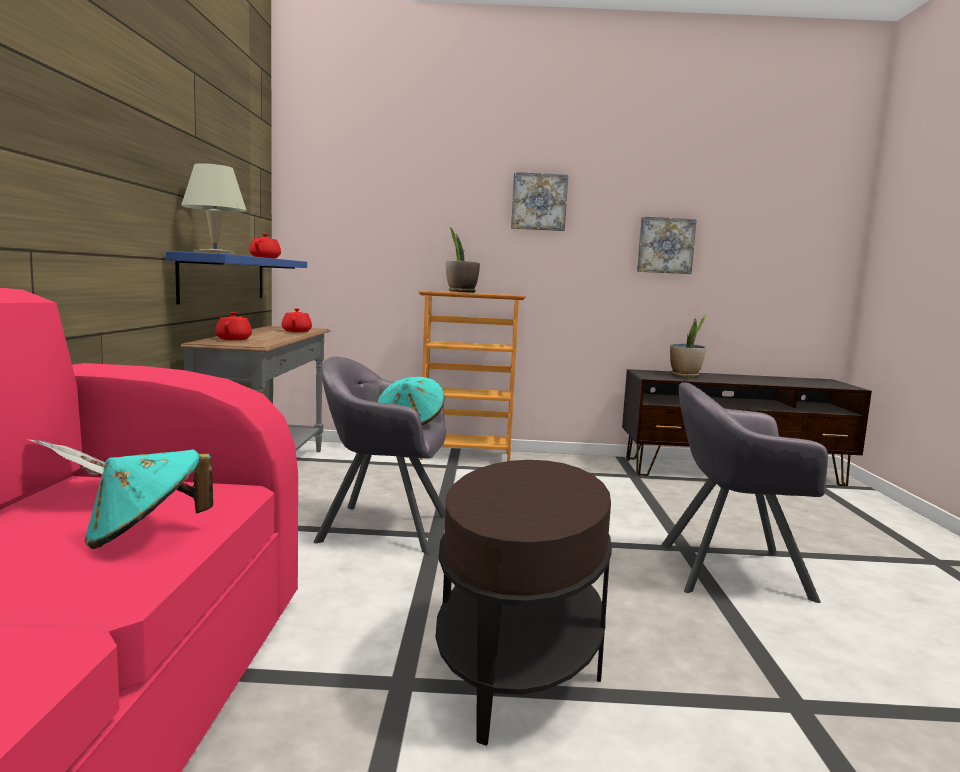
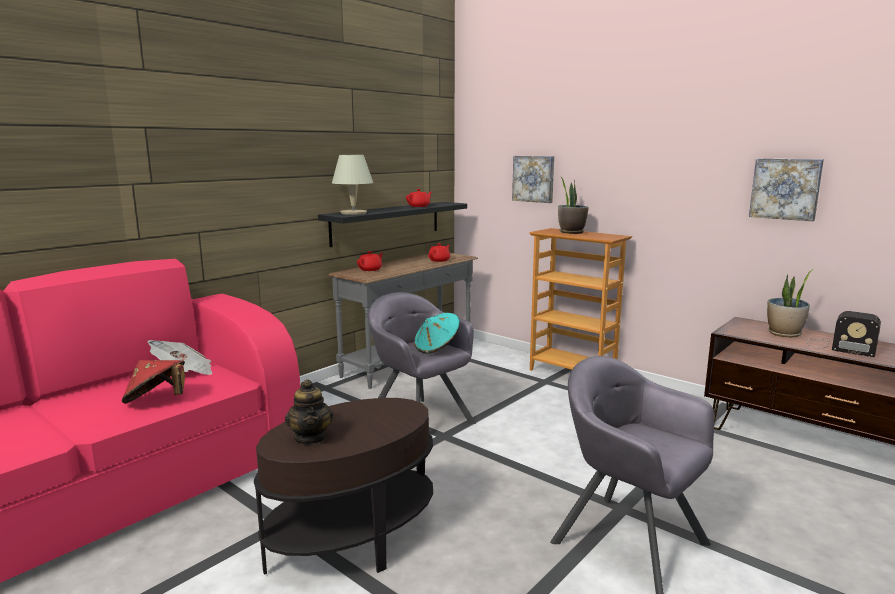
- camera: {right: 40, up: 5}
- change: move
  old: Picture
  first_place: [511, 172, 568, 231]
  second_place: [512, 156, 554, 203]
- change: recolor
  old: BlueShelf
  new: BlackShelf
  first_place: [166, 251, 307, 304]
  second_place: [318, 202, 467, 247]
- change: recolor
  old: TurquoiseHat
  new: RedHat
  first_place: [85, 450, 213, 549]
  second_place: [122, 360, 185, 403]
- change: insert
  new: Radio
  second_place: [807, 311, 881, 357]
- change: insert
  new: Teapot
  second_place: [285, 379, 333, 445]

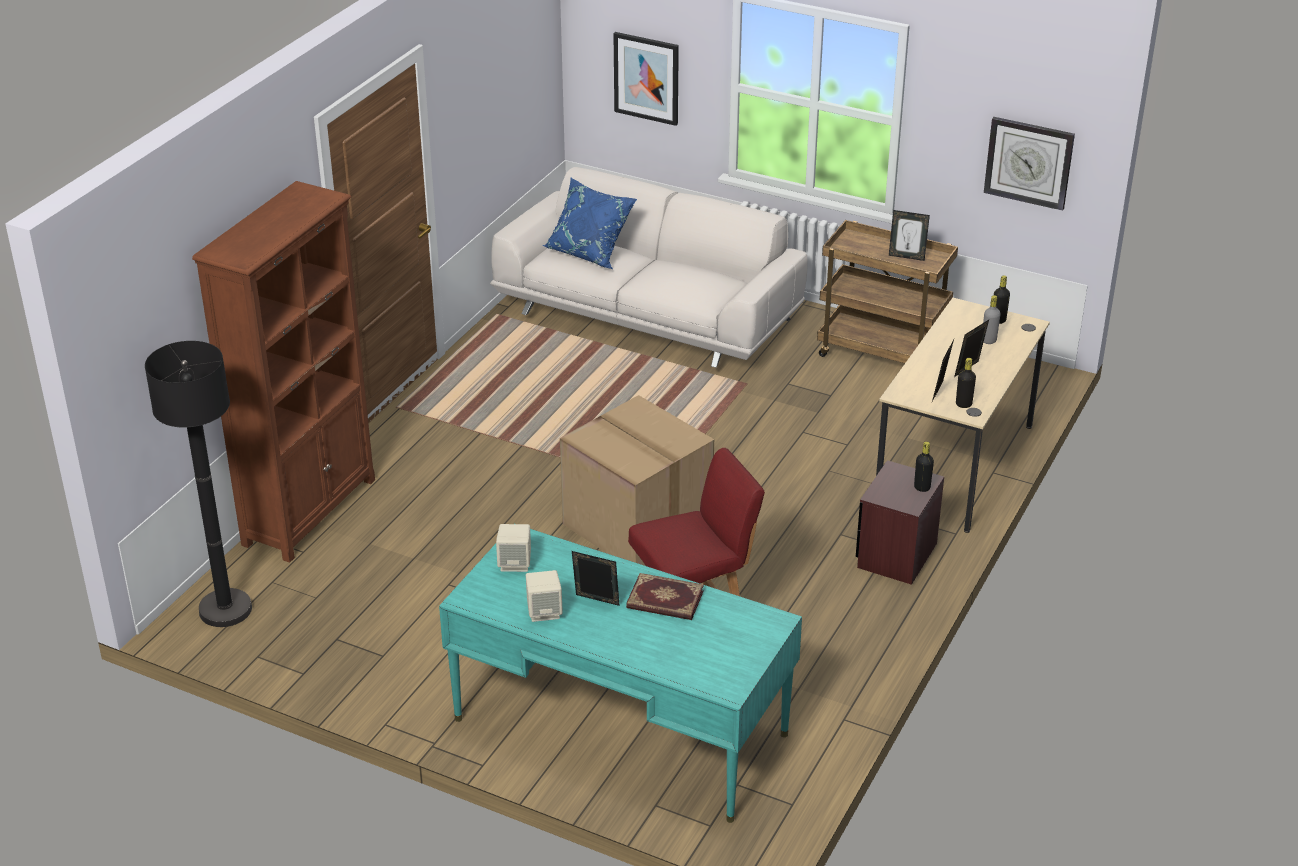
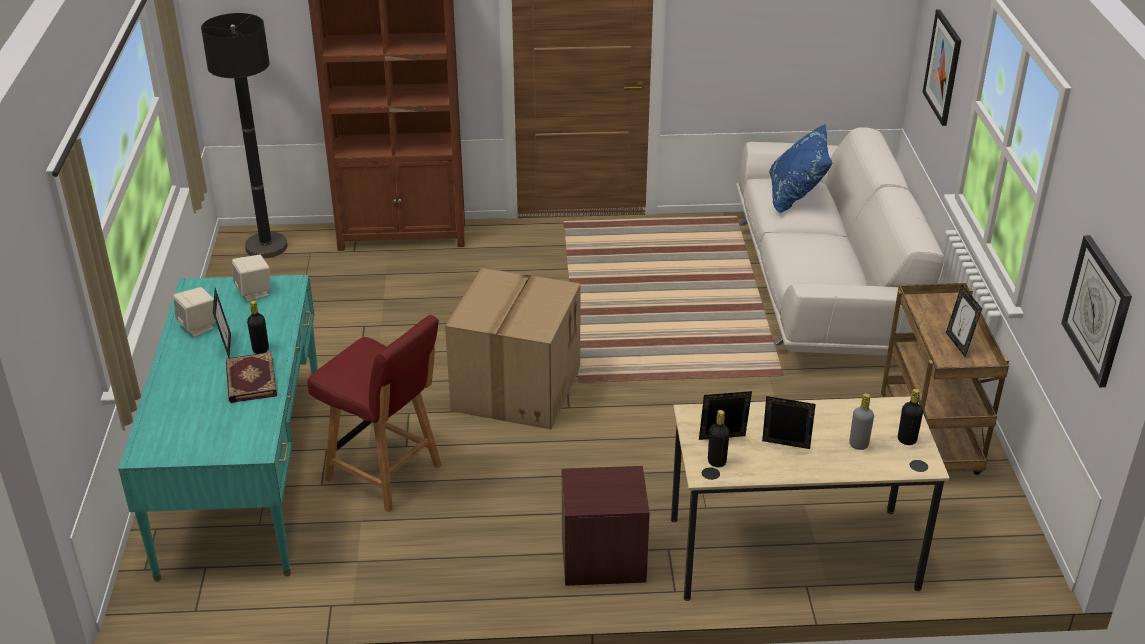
- camera: {right: 60, up: 0}
- change: move
  old: BlackBottle
  first_place: [914, 442, 934, 492]
  second_place: [247, 300, 269, 354]

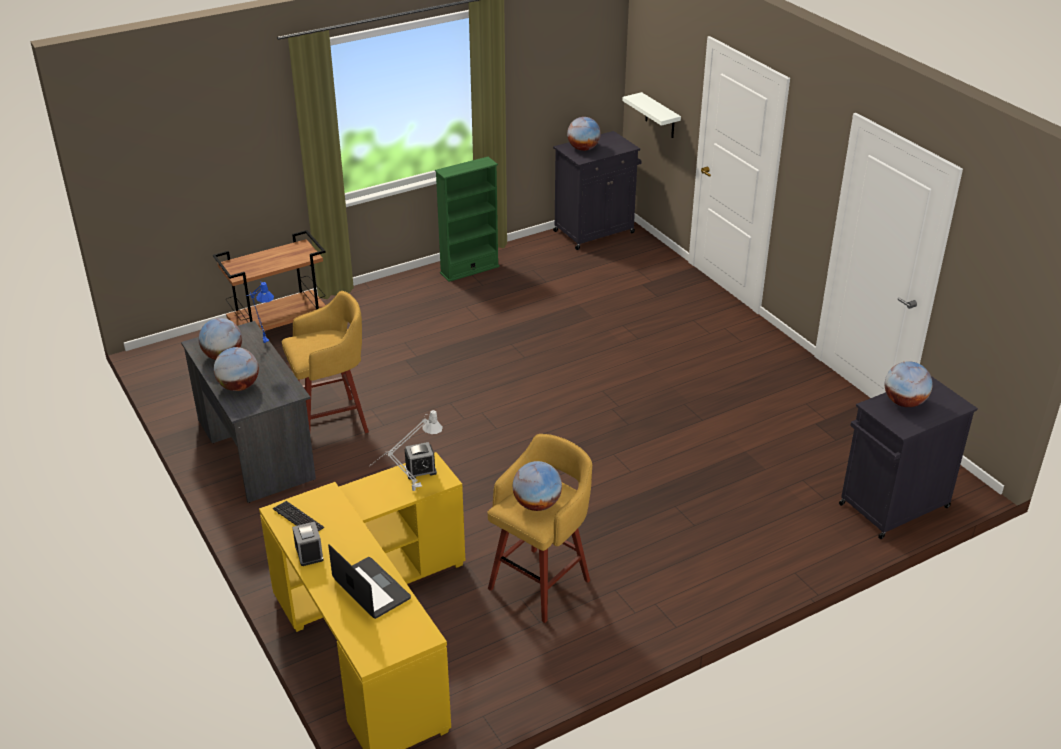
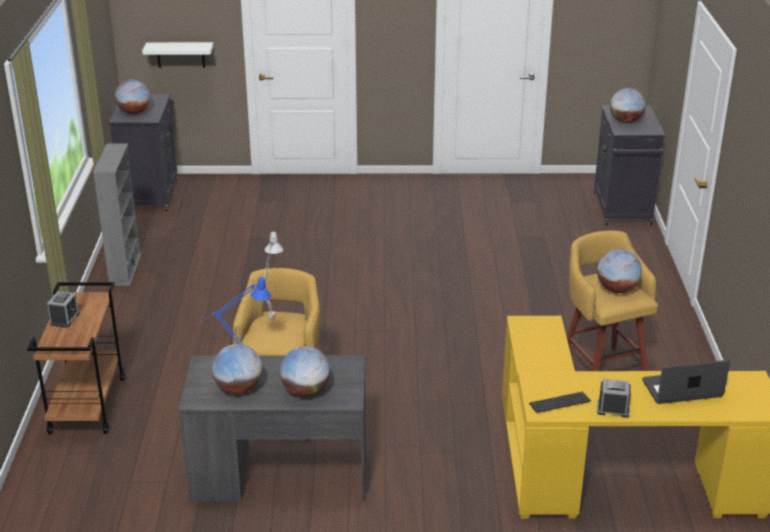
- camera: {right: -60, up: -5}
- change: recolor
  old: GreenBookcase
  new: GreyBookcase
  first_place: [435, 157, 500, 282]
  second_place: [93, 144, 142, 286]
- change: move
  old: GreyTableLamp
  first_place: [369, 410, 443, 491]
  second_place: [256, 231, 283, 321]
- change: move
  old: AlarmClock
  first_place: [405, 442, 437, 480]
  second_place: [47, 291, 80, 328]

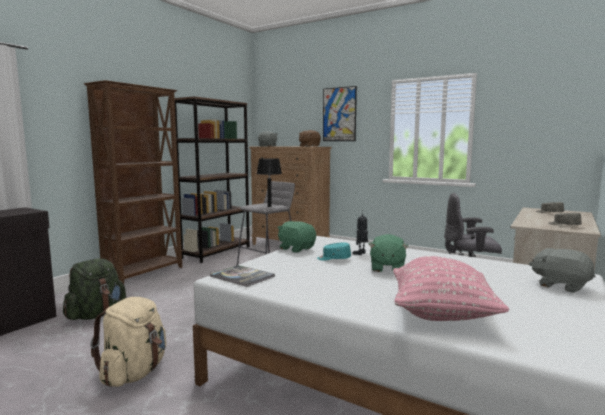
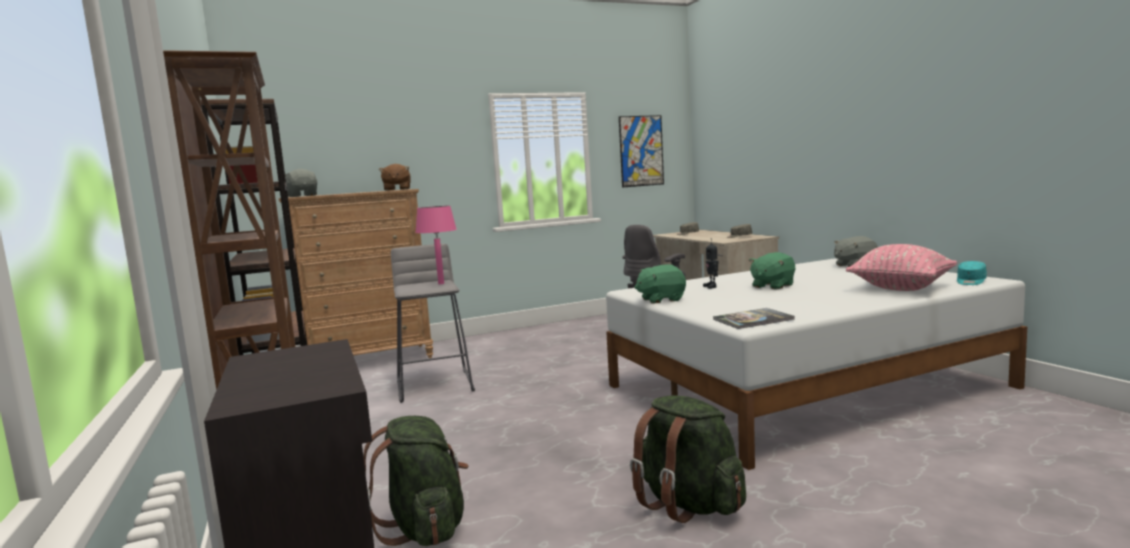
- camera: {right: -55, up: 0}
- change: move
  old: Picture
  first_place: [323, 86, 357, 141]
  second_place: [619, 115, 664, 187]
- change: recolor
  old: BlackTableLamp
  new: PinkTableLamp
  first_place: [257, 158, 282, 207]
  second_place: [415, 206, 457, 284]
- change: rotate
  old: GreenPlushToy
  first_place: [368, 234, 409, 272]
  second_place: [749, 252, 795, 290]
  degrees: 90
- change: move
  old: TurquoiseCap
  first_place: [317, 242, 351, 261]
  second_place: [957, 261, 987, 285]
- change: recolor
  old: BeigeBackpack
  new: GreenBackpack
  first_place: [90, 297, 166, 387]
  second_place: [630, 395, 746, 523]

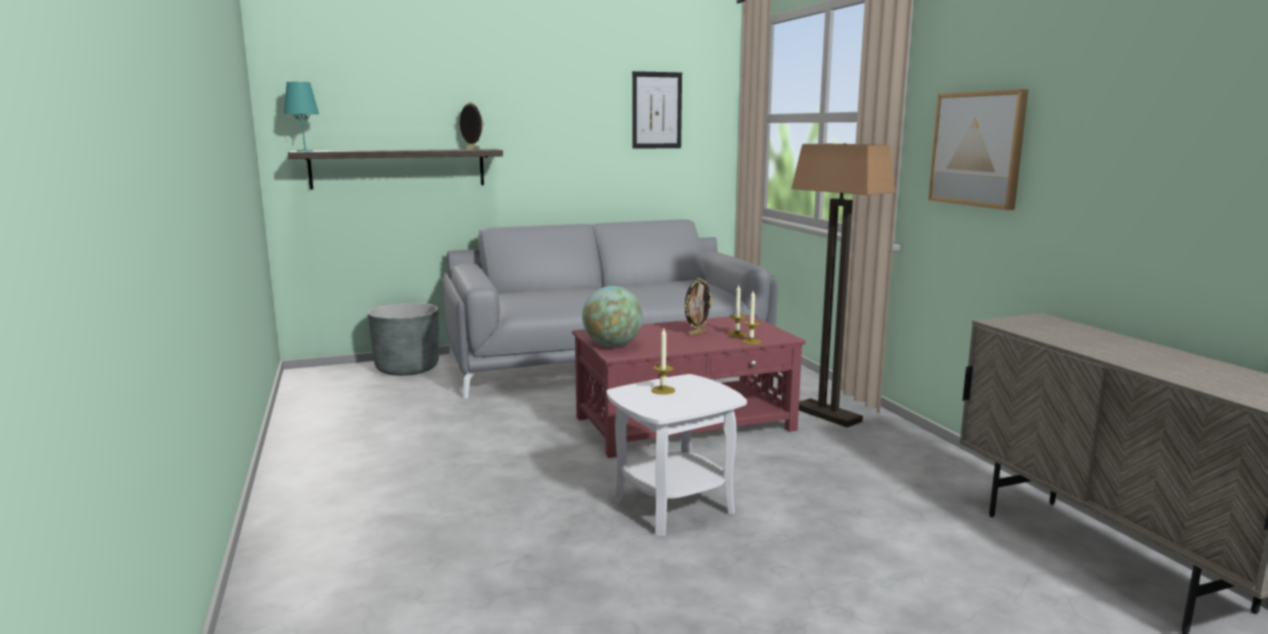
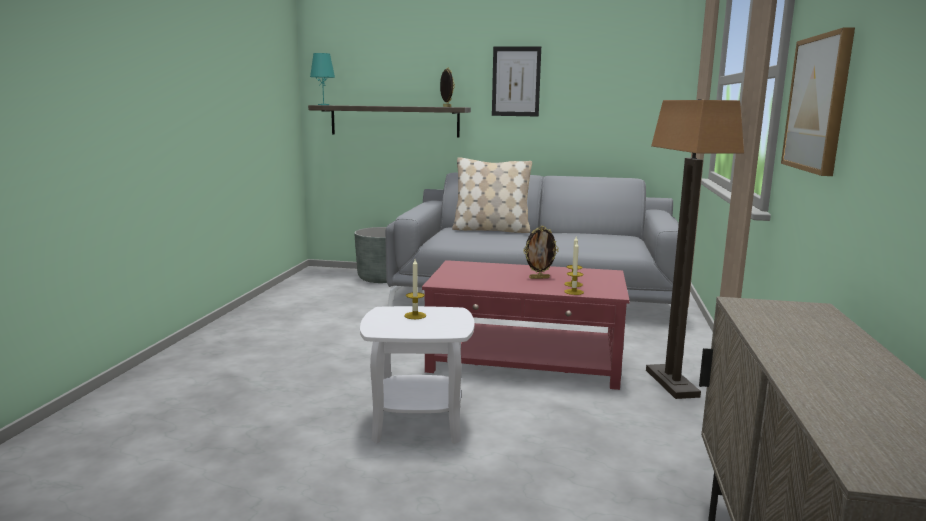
- camera: {right: 30, up: 0}
- change: move
  old: Picture
  first_place: [632, 71, 682, 149]
  second_place: [492, 46, 541, 116]
- change: delete
  old: Globe
  first_place: [582, 286, 643, 347]
- change: insert
  new: BeigePillow
  second_place: [452, 157, 532, 233]

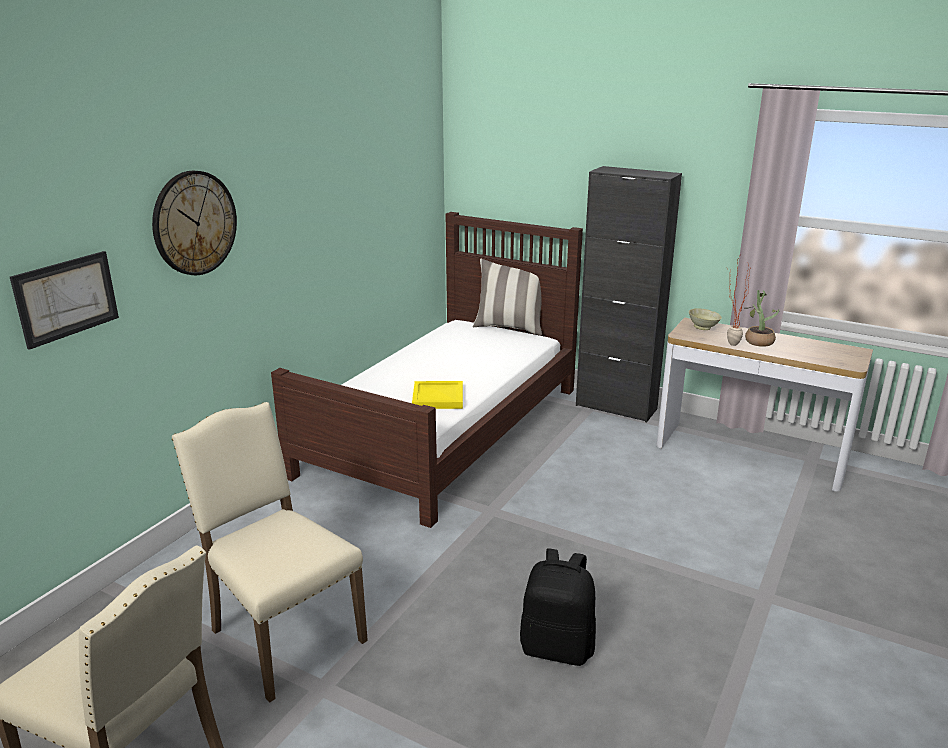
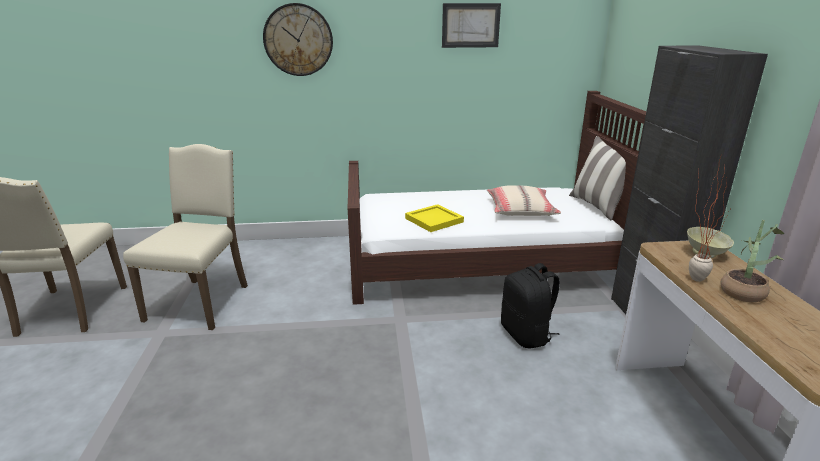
- camera: {right: 55, up: 0}
- change: move
  old: Picture
  first_place: [10, 251, 119, 350]
  second_place: [442, 3, 501, 48]
- change: move
  old: BlackBackpack
  first_place: [520, 549, 596, 666]
  second_place: [501, 263, 560, 349]
- change: insert
  new: BeigePillow
  second_place: [487, 185, 561, 216]

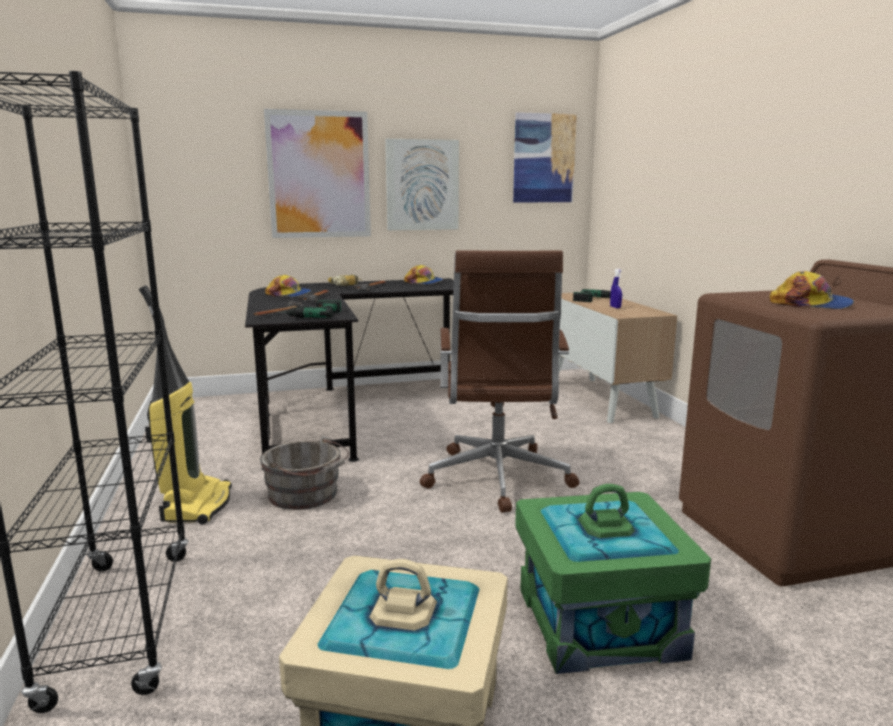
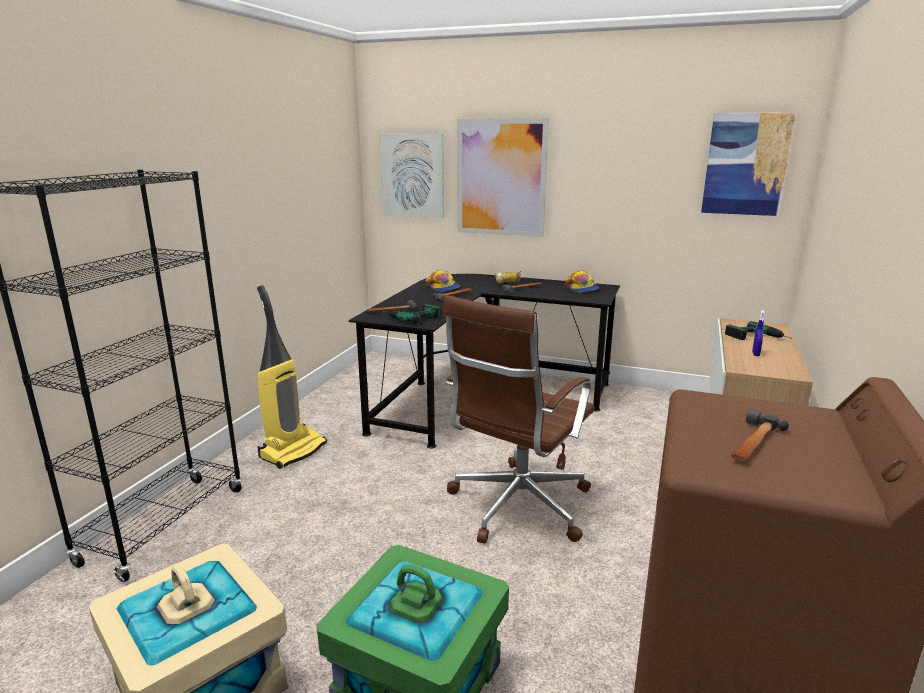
- camera: {right: 35, up: 5}
- change: move
  old: Picture
  first_place: [385, 139, 459, 230]
  second_place: [379, 133, 444, 218]
- change: replace
  old: Cap
  new: Hammer
  first_place: [770, 271, 854, 309]
  second_place: [731, 409, 789, 461]
- change: delete
  old: GreyBucket
  first_place: [260, 436, 349, 510]

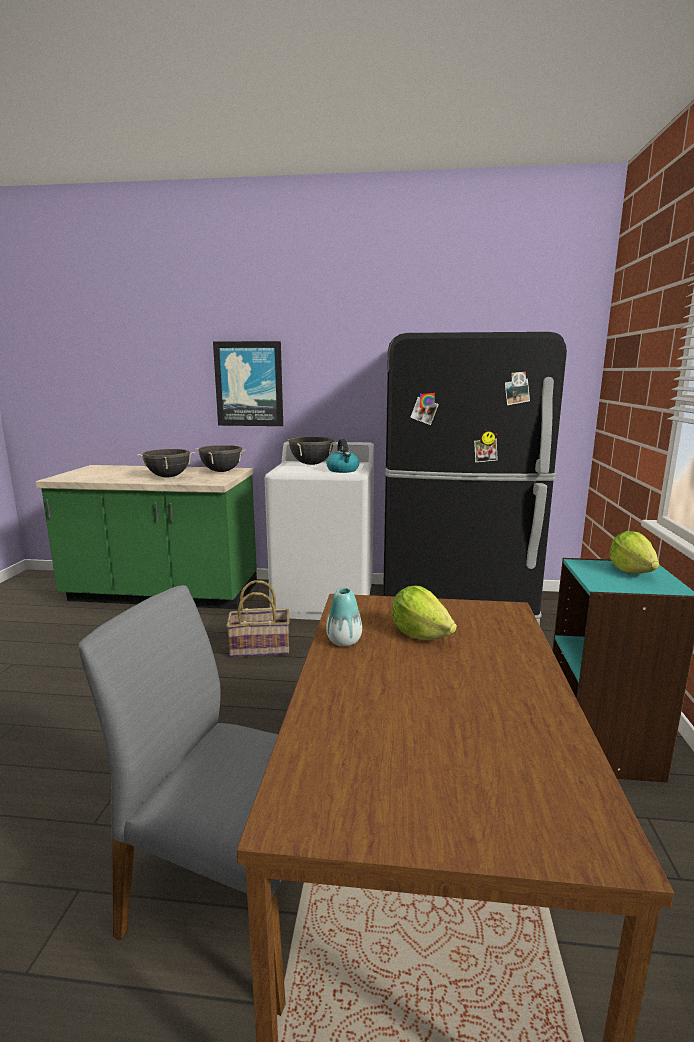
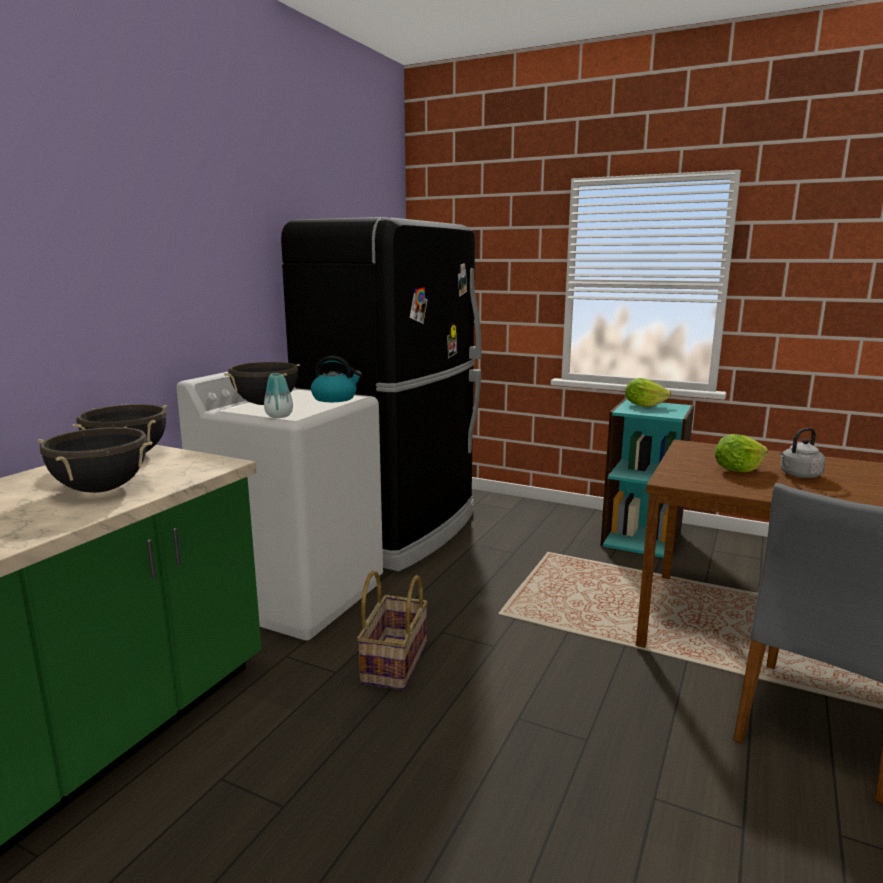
- camera: {right: -70, up: 0}
- change: delete
  old: Picture
  first_place: [213, 341, 283, 426]
- change: move
  old: Vase
  first_place: [326, 587, 362, 646]
  second_place: [264, 373, 293, 418]
- change: insert
  new: GreyKettle
  second_place: [779, 428, 826, 478]

